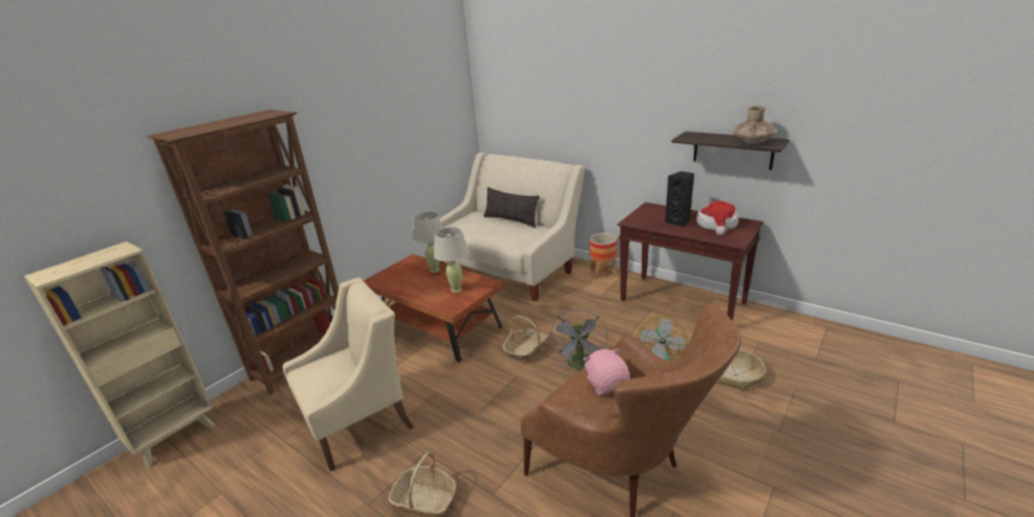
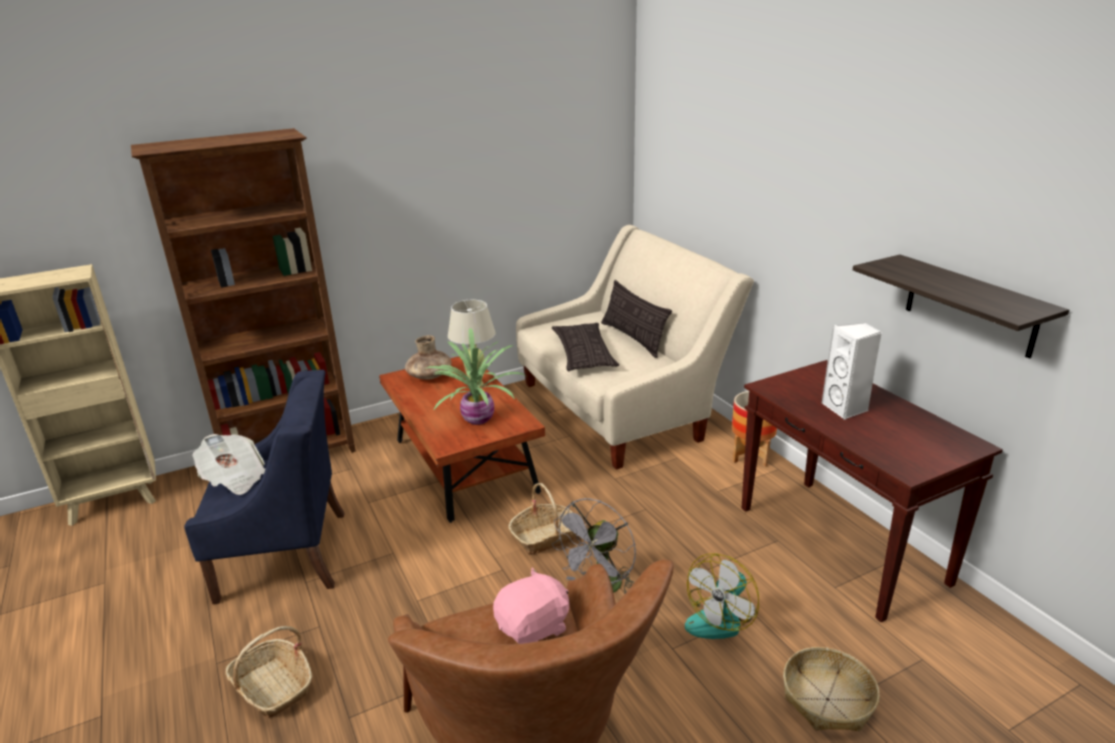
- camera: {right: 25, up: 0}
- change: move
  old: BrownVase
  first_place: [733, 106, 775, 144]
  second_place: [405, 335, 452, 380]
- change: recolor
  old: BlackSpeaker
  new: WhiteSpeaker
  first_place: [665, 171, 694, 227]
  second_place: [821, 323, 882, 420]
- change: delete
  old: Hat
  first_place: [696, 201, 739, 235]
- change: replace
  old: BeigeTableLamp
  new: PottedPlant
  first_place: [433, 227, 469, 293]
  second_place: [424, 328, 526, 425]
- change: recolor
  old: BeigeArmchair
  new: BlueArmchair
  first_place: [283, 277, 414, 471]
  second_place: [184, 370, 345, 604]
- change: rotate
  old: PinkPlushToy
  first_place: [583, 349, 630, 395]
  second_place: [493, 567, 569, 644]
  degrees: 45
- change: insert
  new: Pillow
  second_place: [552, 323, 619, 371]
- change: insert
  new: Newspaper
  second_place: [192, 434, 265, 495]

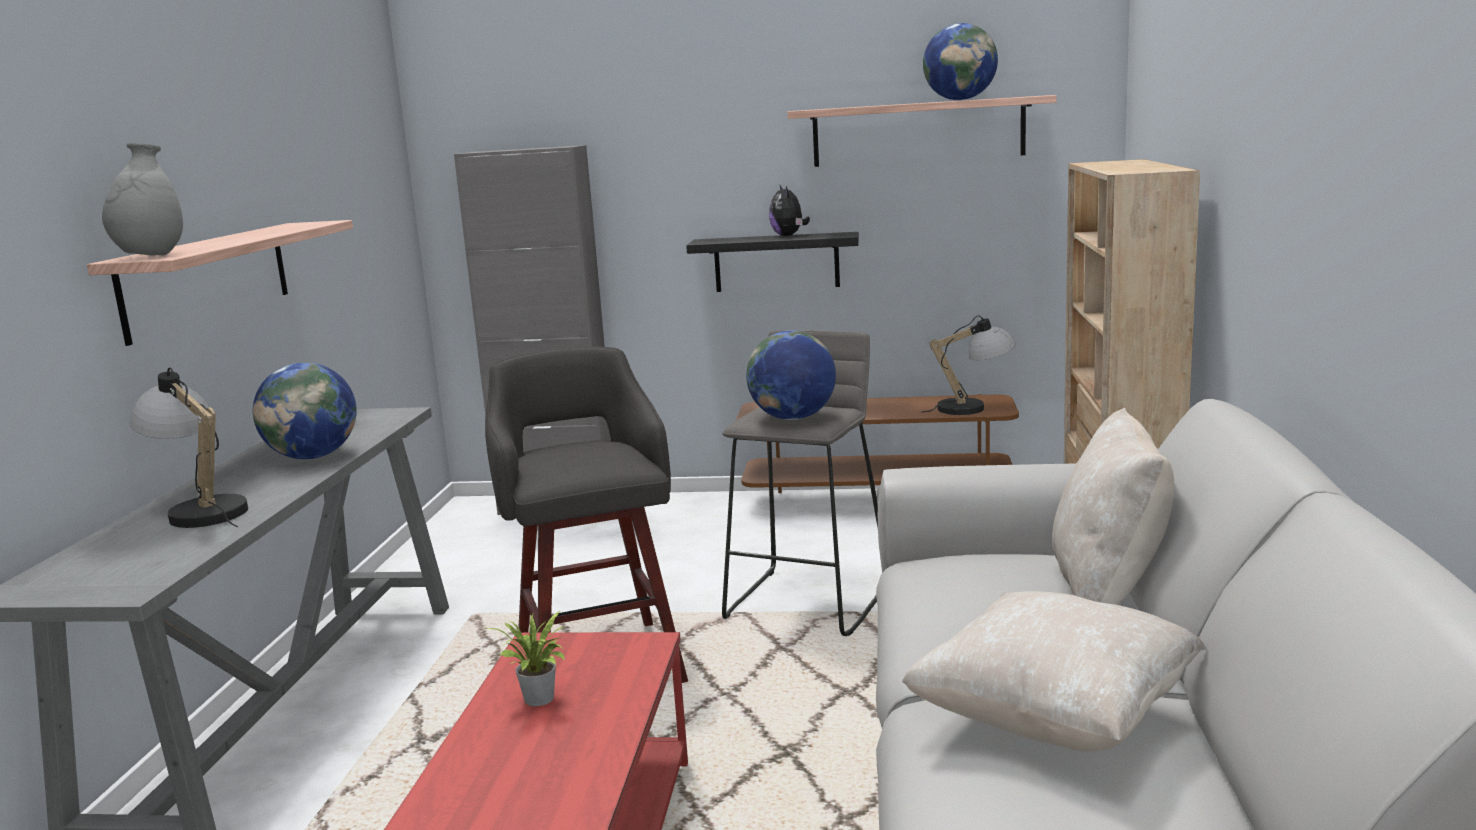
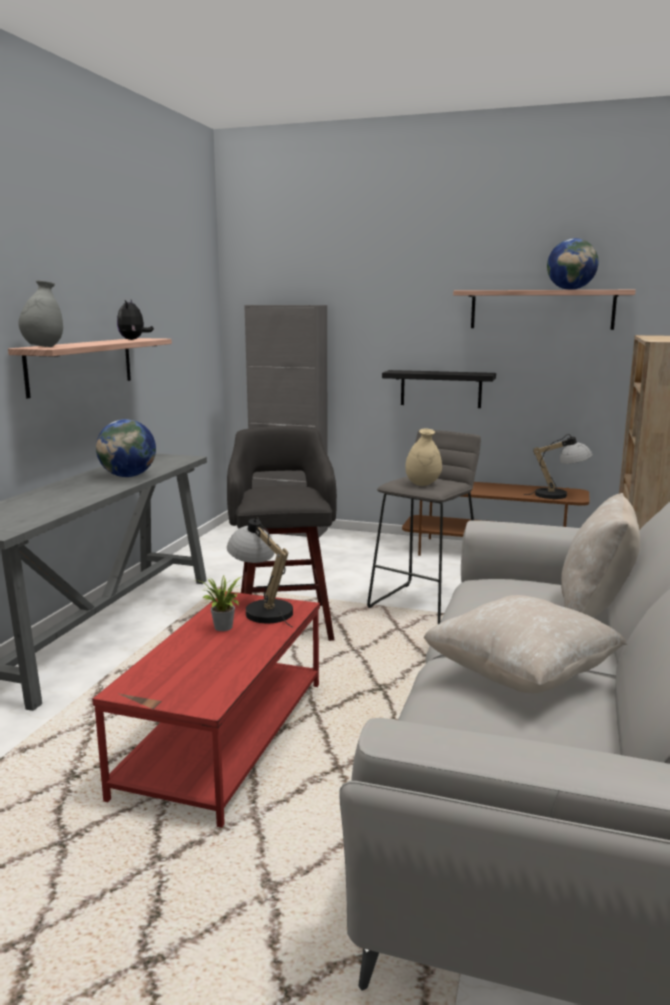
- camera: {right: 10, up: 0}
- change: move
  old: PlushToy
  first_place: [769, 184, 810, 236]
  second_place: [117, 300, 154, 340]
- change: replace
  old: Globe
  new: BeigeVase
  first_place: [746, 330, 836, 420]
  second_place: [405, 428, 442, 486]
- change: move
  old: TableLamp
  first_place: [129, 367, 248, 528]
  second_place: [227, 517, 293, 628]

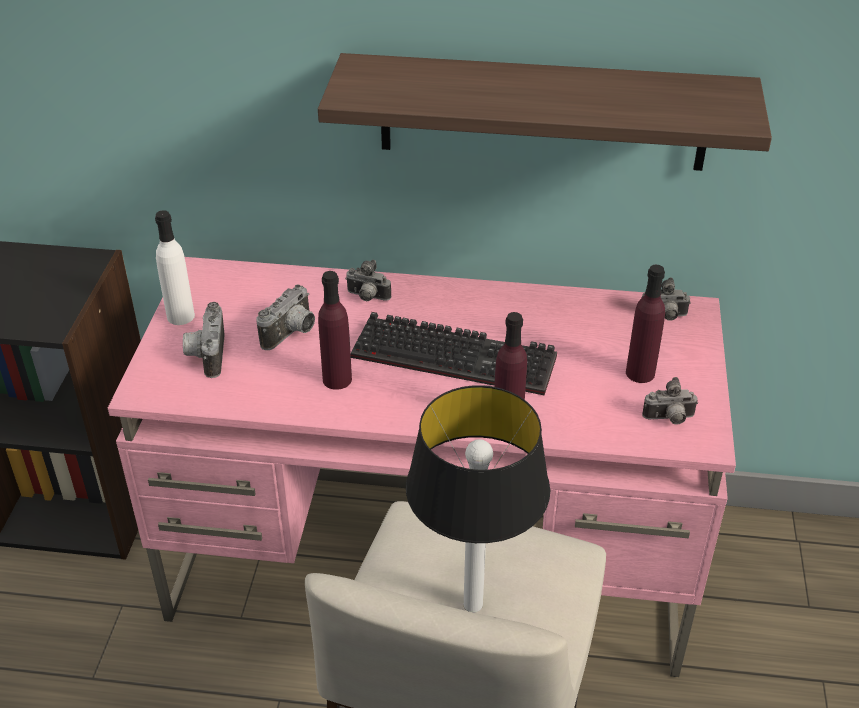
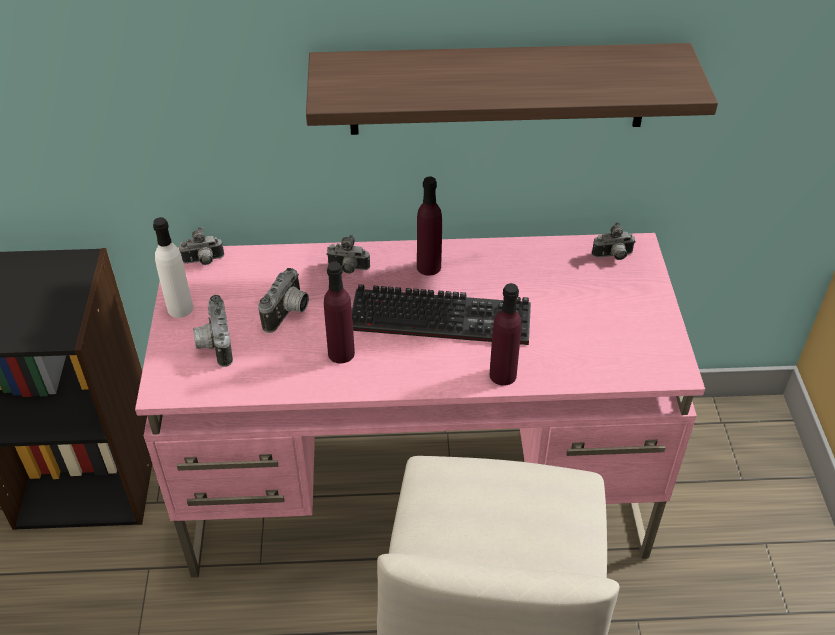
- camera: {right: -10, up: 5}
- change: move
  old: PurpleBottle
  first_place: [626, 265, 665, 383]
  second_place: [417, 177, 442, 276]
- change: move
  old: PhotoCamera
  first_place: [642, 377, 698, 424]
  second_place: [179, 227, 224, 265]
- change: delete
  old: TableLamp
  first_place: [406, 385, 550, 613]

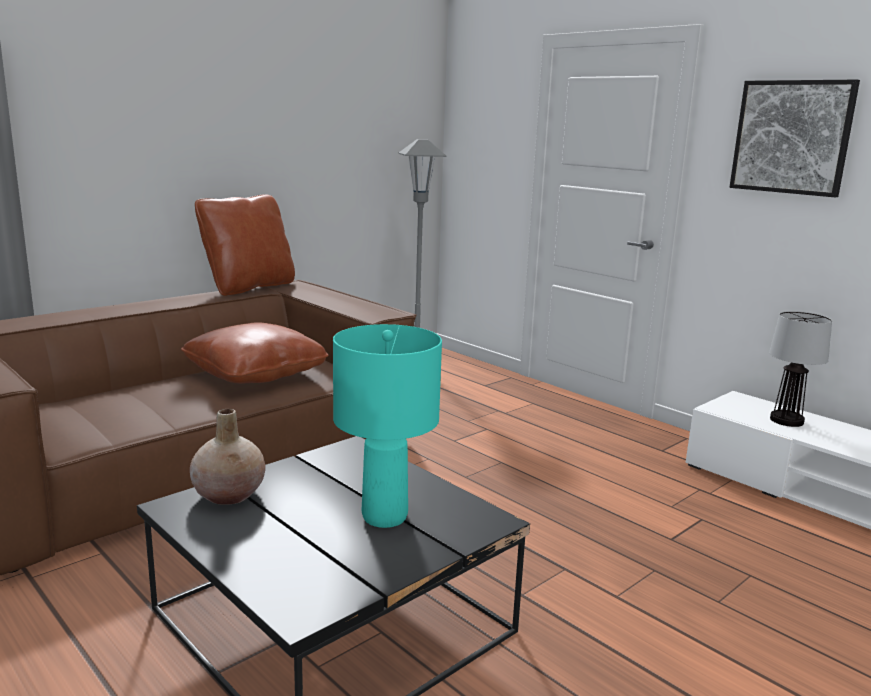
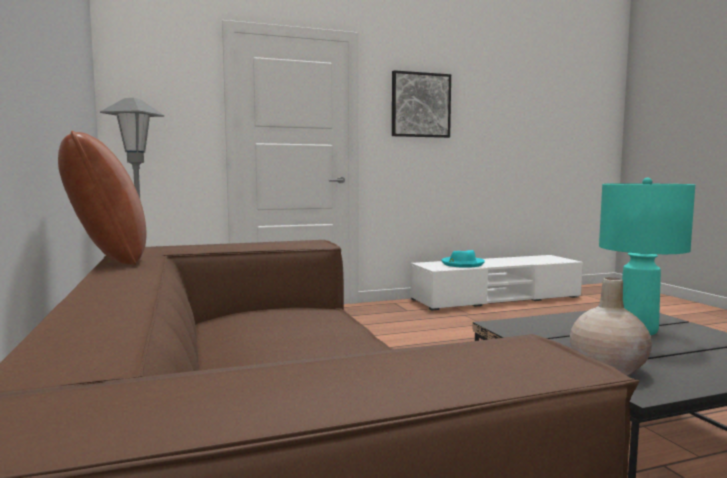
- camera: {right: -65, up: -10}
- change: replace
  old: TableLamp
  new: TurquoiseHat
  first_place: [769, 311, 832, 427]
  second_place: [441, 250, 485, 268]
- change: delete
  old: BrownPillow
  first_place: [181, 322, 329, 384]

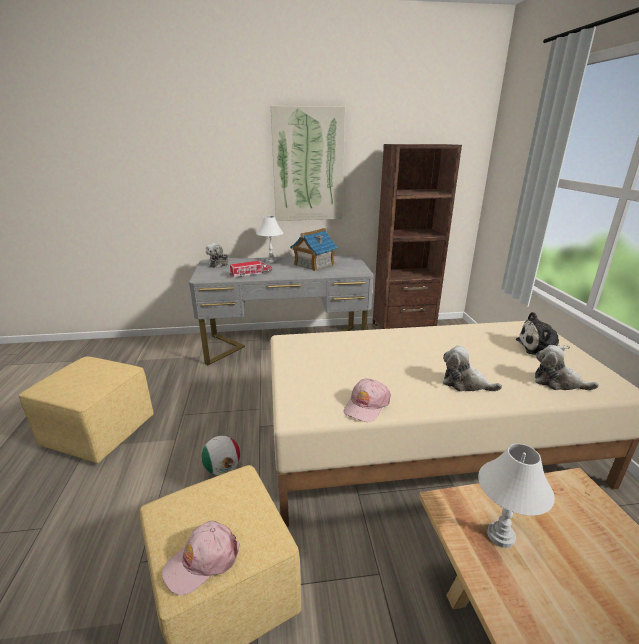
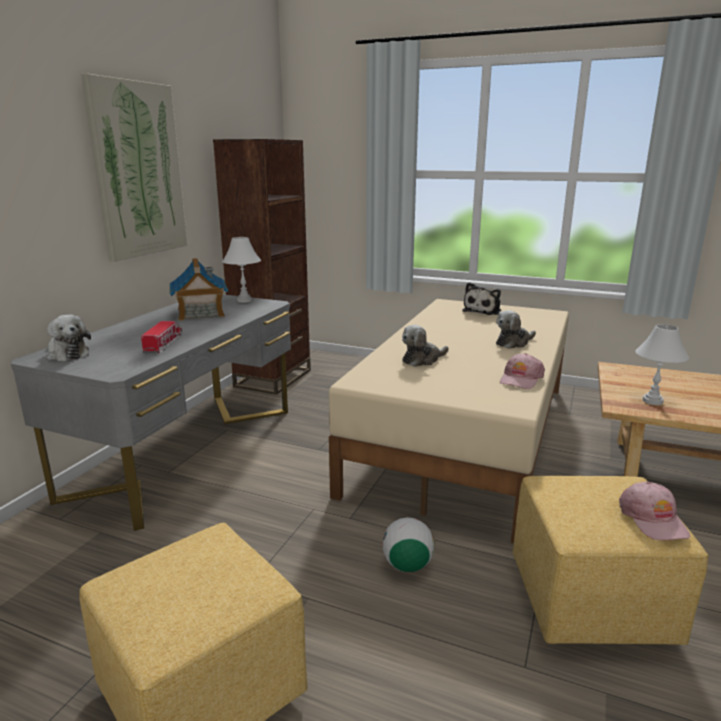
- camera: {right: -60, up: -5}
- change: move
  old: WhiteTableLamp
  first_place: [256, 216, 283, 263]
  second_place: [222, 237, 261, 303]
- change: move
  old: PlushToy
  first_place: [535, 345, 599, 390]
  second_place: [402, 325, 449, 367]
- change: rotate
  old: PinkCap
  first_place: [344, 378, 391, 422]
  second_place: [500, 353, 545, 389]
  degrees: 60

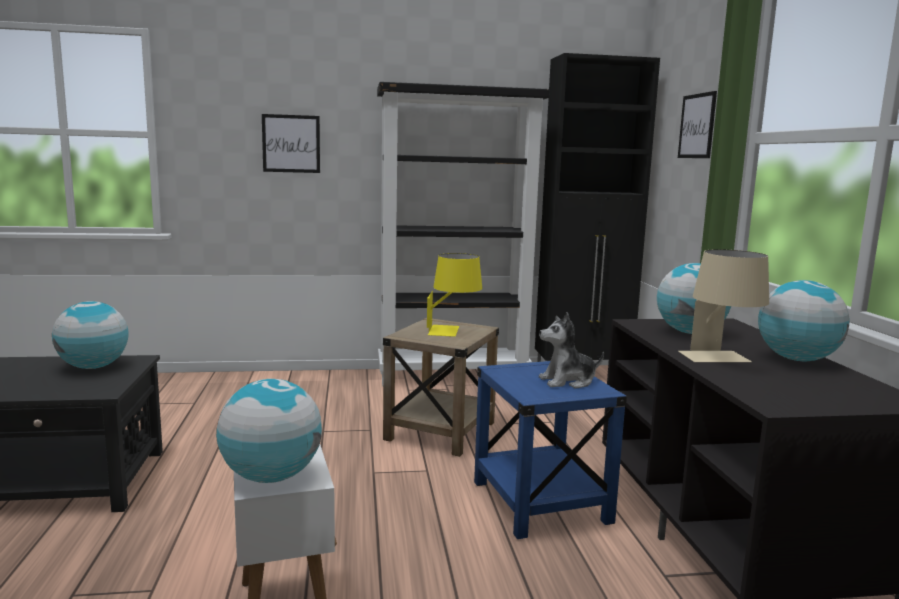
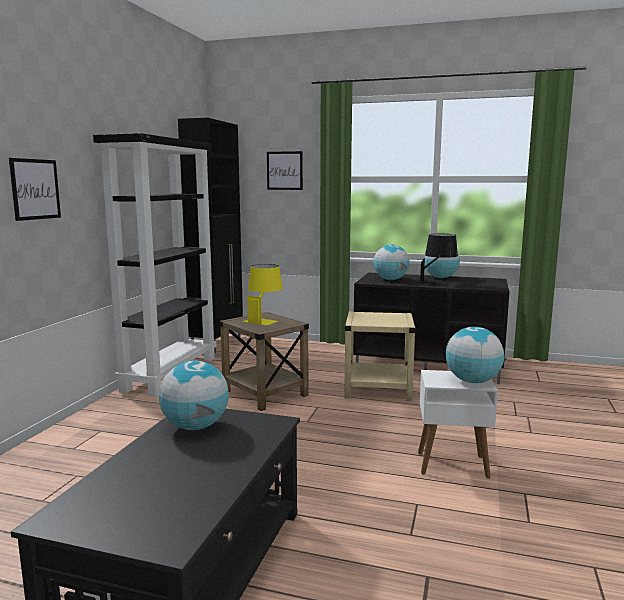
- camera: {right: -65, up: 0}
- change: recolor
  old: BeigeTableLamp
  new: BlackTableLamp
  first_place: [678, 249, 769, 362]
  second_place: [420, 234, 458, 287]
- change: delete
  old: PlushToy
  first_place: [539, 312, 604, 389]
- change: recolor
  old: BlueSideTable
  new: BeigeSideTable
  first_place: [474, 361, 627, 539]
  second_place: [344, 312, 416, 401]

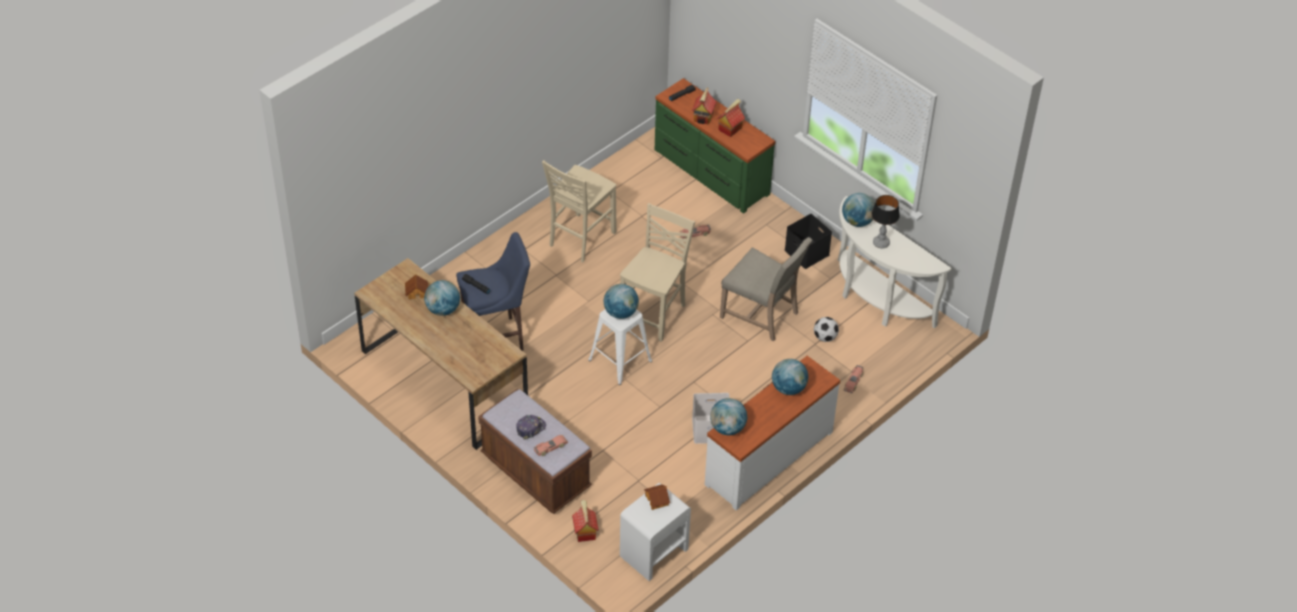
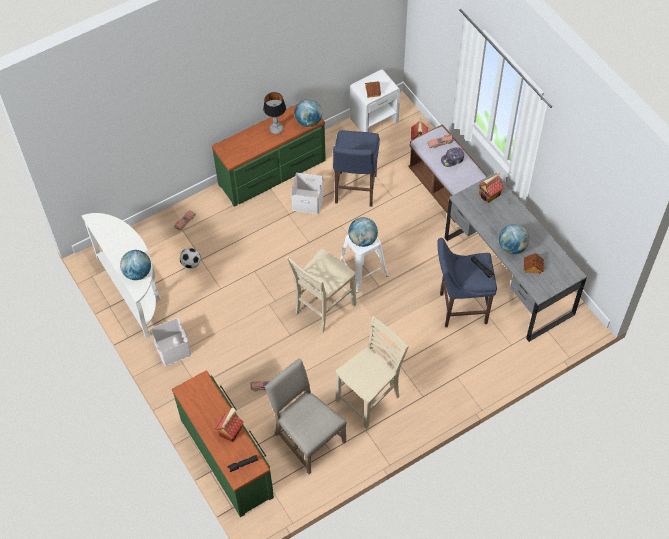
- camera: {right: -165, up: 10}
- change: move
  old: ToyHouse
  first_place: [717, 99, 745, 137]
  second_place: [478, 173, 504, 203]
- change: move
  old: TableLamp
  first_place: [872, 195, 900, 248]
  second_place: [263, 92, 286, 134]
- change: recolor
  old: BlackStorageBox
  new: WhiteStorageBox
  first_place: [785, 214, 832, 269]
  second_place: [151, 318, 192, 366]
- change: move
  old: BeigeChair
  first_place: [720, 237, 813, 341]
  second_place: [264, 358, 347, 474]
- change: recolor
  old: BrownDesk
  new: GreyDesk
  first_place: [354, 258, 528, 450]
  second_place: [445, 173, 587, 342]
- change: recolor
  old: WhiteDresser
  new: GreenDresser
  first_place: [705, 356, 840, 511]
  second_place: [212, 104, 326, 207]
- change: delete
  old: Globe
  first_place: [772, 359, 808, 395]
- change: insert
  new: BlueStool
  second_place: [333, 130, 380, 207]

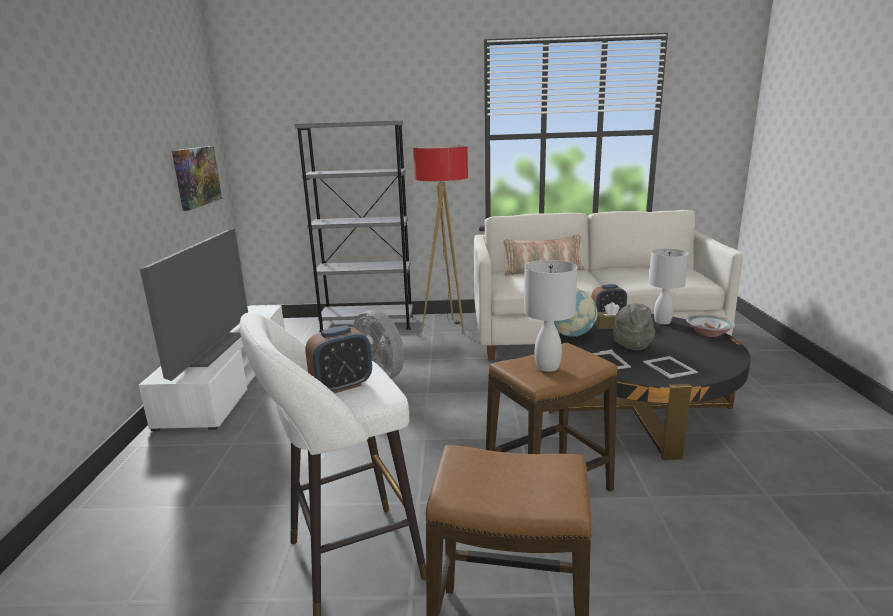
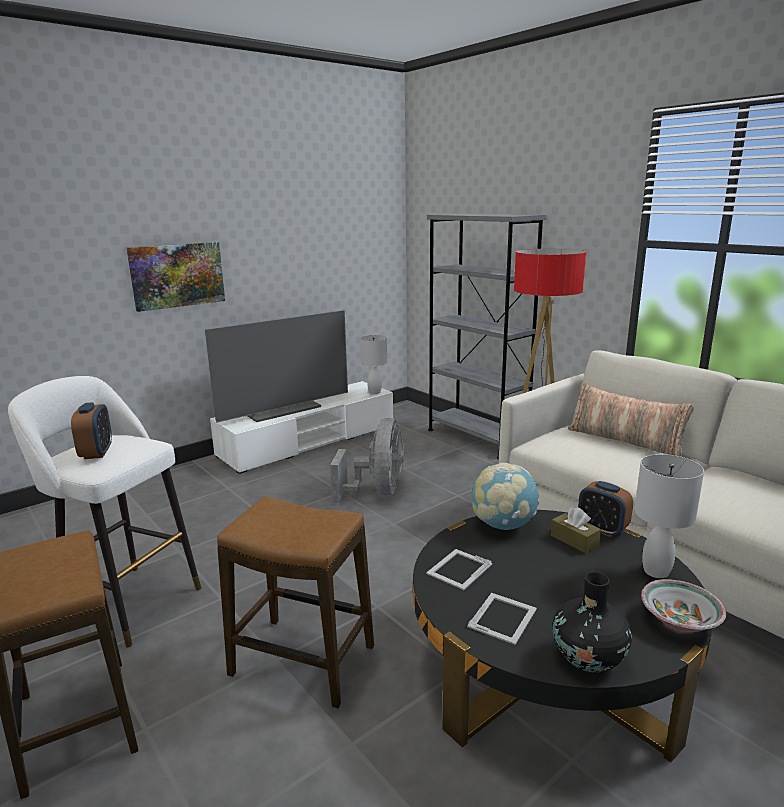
- camera: {right: 50, up: 0}
- change: move
  old: Picture
  first_place: [172, 146, 222, 211]
  second_place: [127, 242, 225, 312]
- change: move
  old: WhiteTableLamp
  first_place: [524, 260, 578, 372]
  second_place: [360, 335, 387, 394]
- change: delete
  old: GreyHat
  first_place: [613, 303, 655, 350]
- change: rotate
  old: AlarmClock
  first_place: [305, 325, 372, 394]
  second_place: [71, 402, 112, 459]
  degrees: -120
- change: insert
  new: BlackVase
  second_place: [553, 572, 632, 673]

